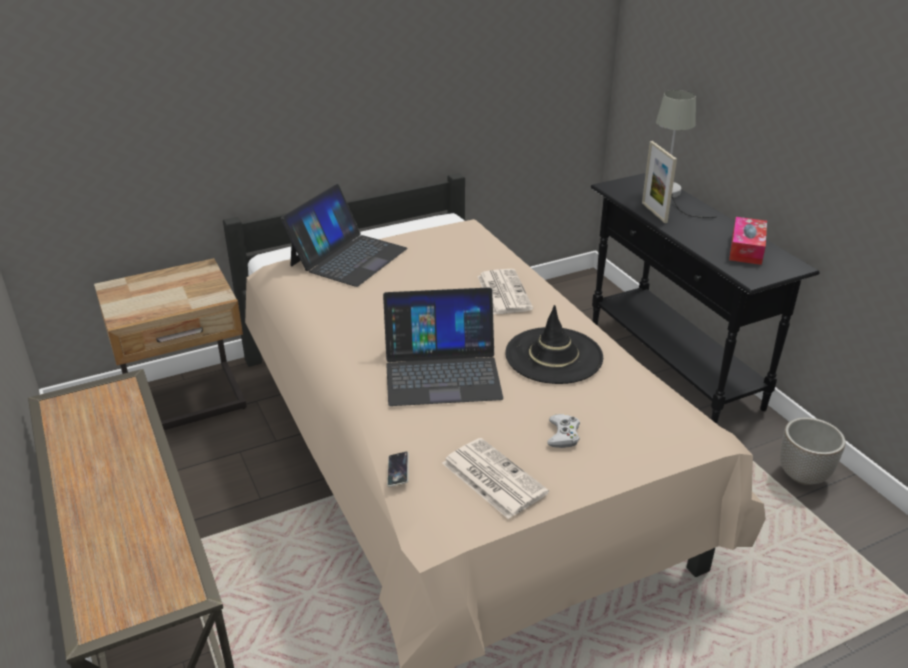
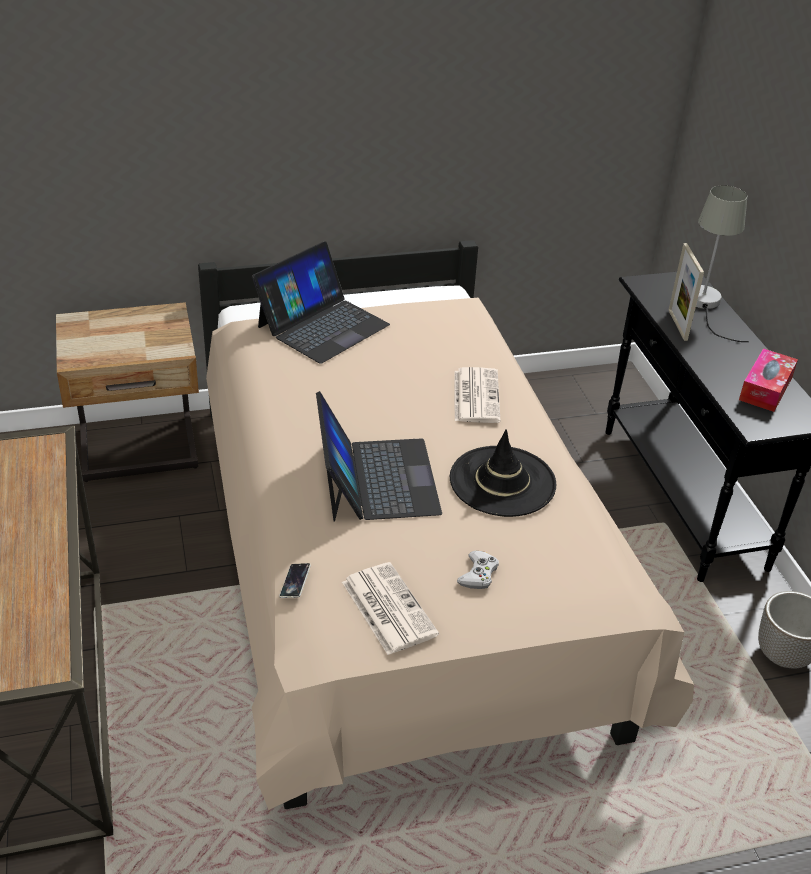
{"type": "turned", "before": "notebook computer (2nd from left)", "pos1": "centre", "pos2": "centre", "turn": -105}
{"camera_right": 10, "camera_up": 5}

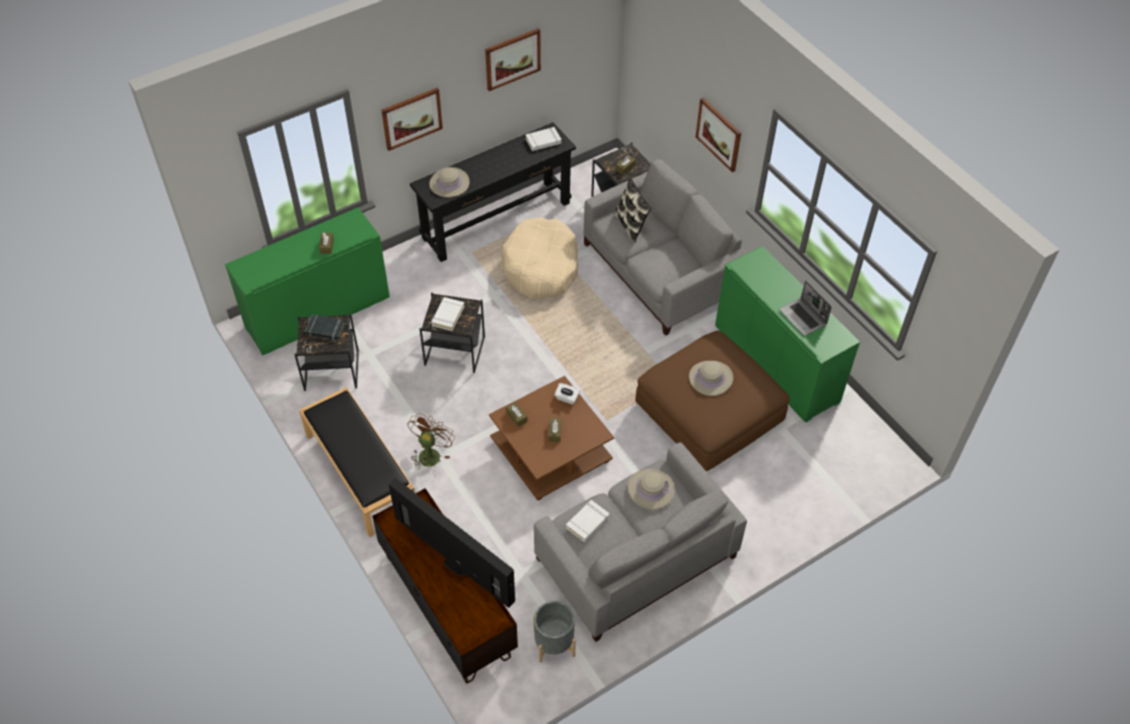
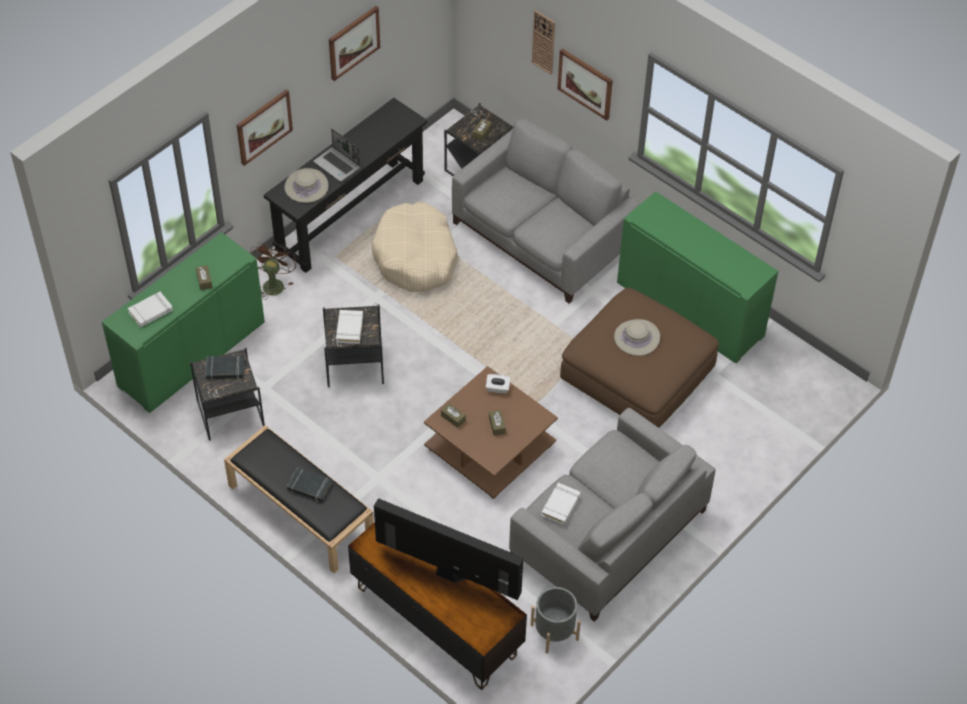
{"type": "moved", "before": "volume/whitish (2nd from left in the first image)", "after": "volume/whitish (1st from left)", "pos1": "top centre", "pos2": "middle left"}
{"type": "removed", "before": "pillow", "pos1": "top centre"}
{"type": "moved", "before": "notebook computer", "pos1": "middle right", "pos2": "top centre"}
{"type": "moved", "before": "electric fan/brown-coloured", "pos1": "centre", "pos2": "middle left"}
{"type": "removed", "before": "wearable hat/beige-coloured (2nd from left)", "pos1": "bottom centre"}
{"type": "added", "after": "clock on the wall", "pos2": "top centre"}
{"type": "added", "after": "volume/blackish (2nd from left)", "pos2": "bottom left"}
{"camera_right": -15, "camera_up": 0}

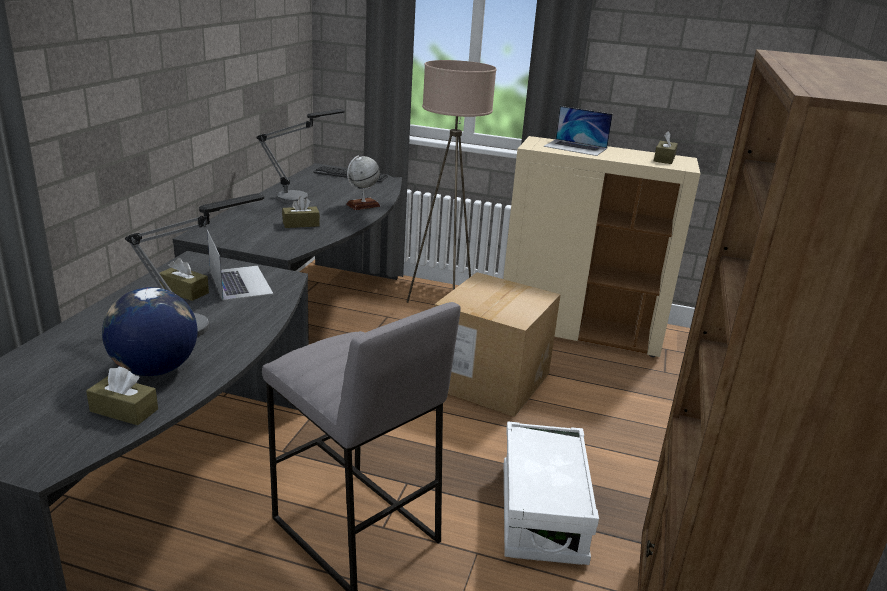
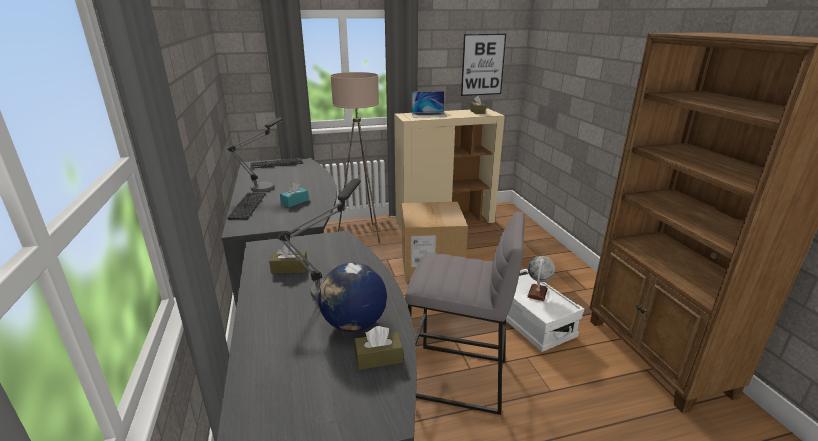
{"type": "moved", "before": "globe (2nd from left)", "pos1": "top centre", "pos2": "centre"}
{"type": "recoloured", "before": "tissue holder/brown-coloured (3rd from left)", "after": "tissue holder/turquoise", "pos1": "centre", "pos2": "centre"}
{"type": "removed", "before": "notebook computer (1st from left)", "pos1": "middle left"}
{"type": "added", "after": "wall art", "pos2": "top centre"}
{"type": "added", "after": "computer keyboard (1st from left)", "pos2": "middle left"}
{"camera_right": -30, "camera_up": 0}

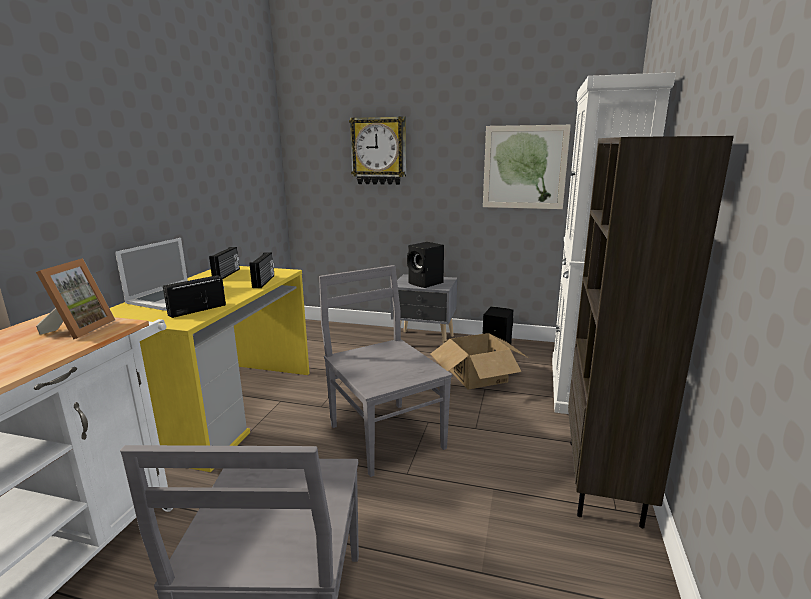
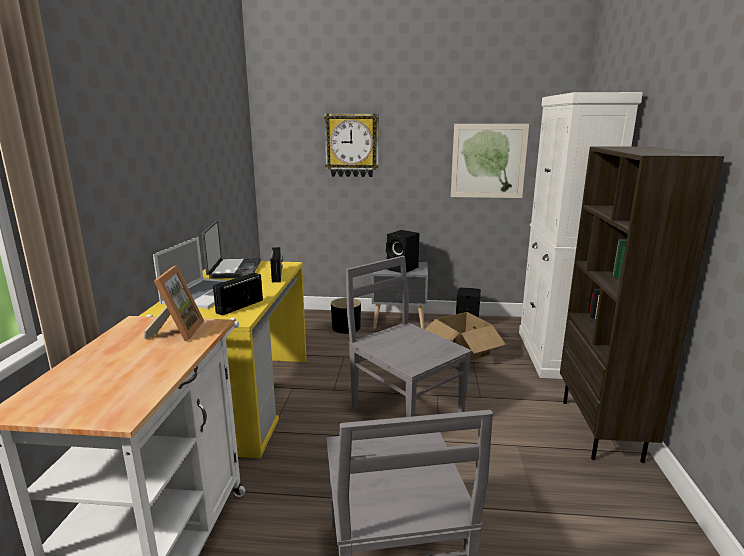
{"type": "replaced", "before": "radio (2nd from left)", "after": "notebook computer (2nd from left)", "pos1": "middle left", "pos2": "middle left"}
{"type": "added", "after": "planter/blackish", "pos2": "centre"}
{"camera_right": -10, "camera_up": 0}

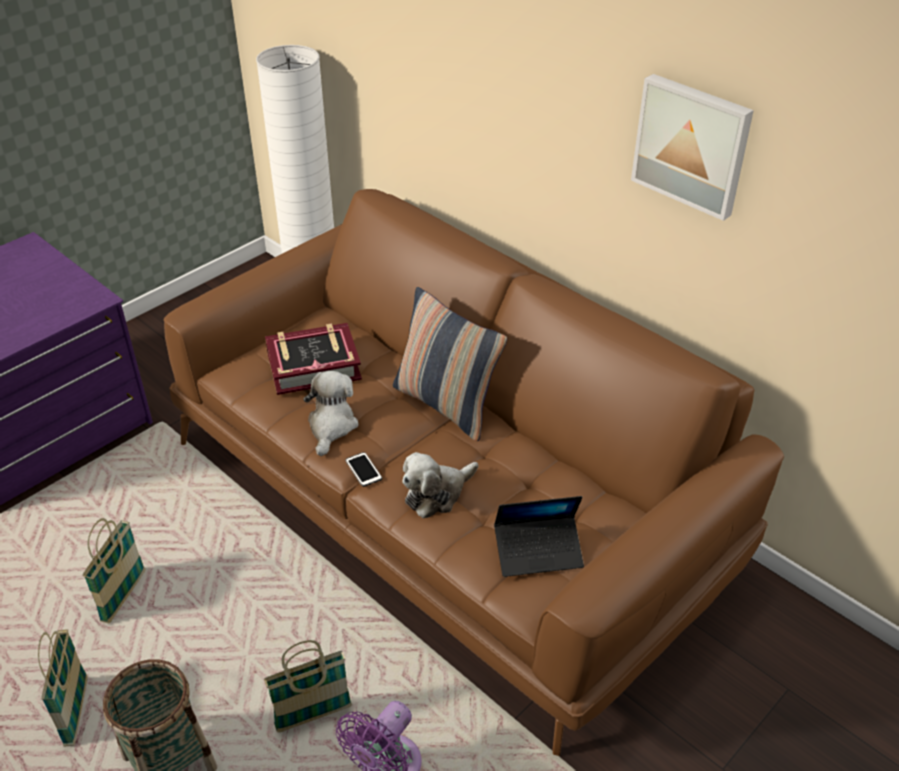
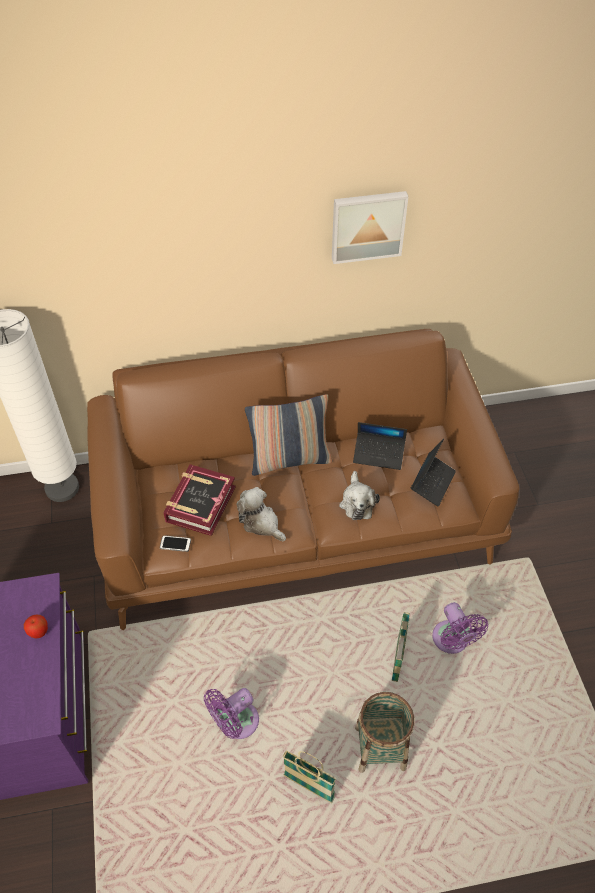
{"type": "moved", "before": "phone", "pos1": "centre", "pos2": "middle left"}
{"type": "replaced", "before": "household basket (2nd from left)", "after": "electric fan/purplish (1st from left)", "pos1": "bottom left", "pos2": "bottom centre"}
{"type": "added", "after": "notebook computer (1st from left)", "pos2": "centre"}
{"type": "added", "after": "apple", "pos2": "bottom left"}
{"camera_right": -55, "camera_up": 10}

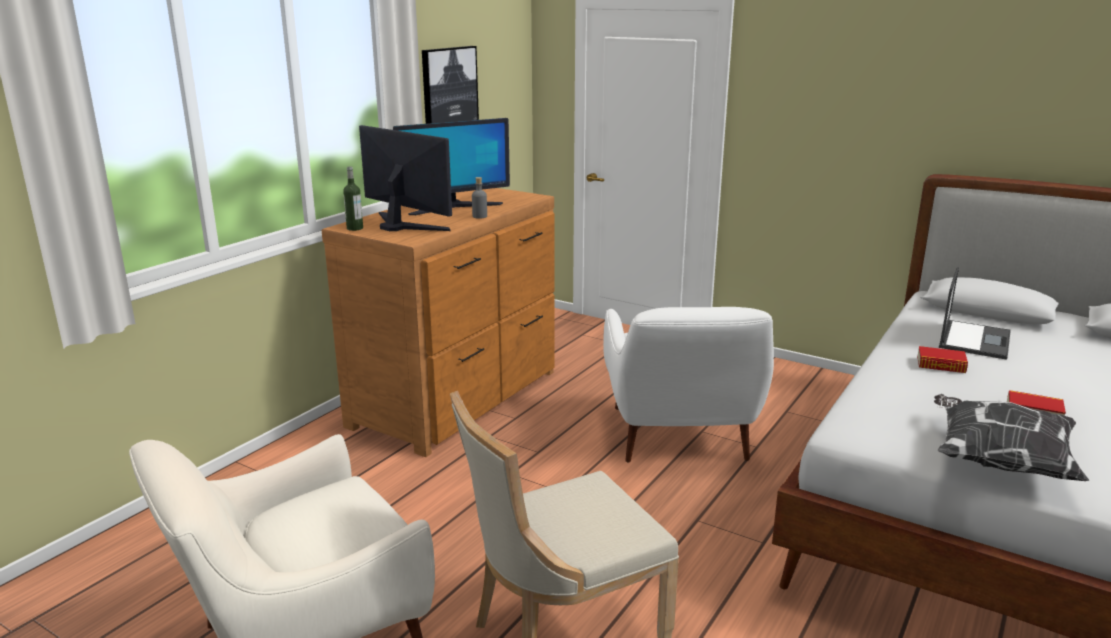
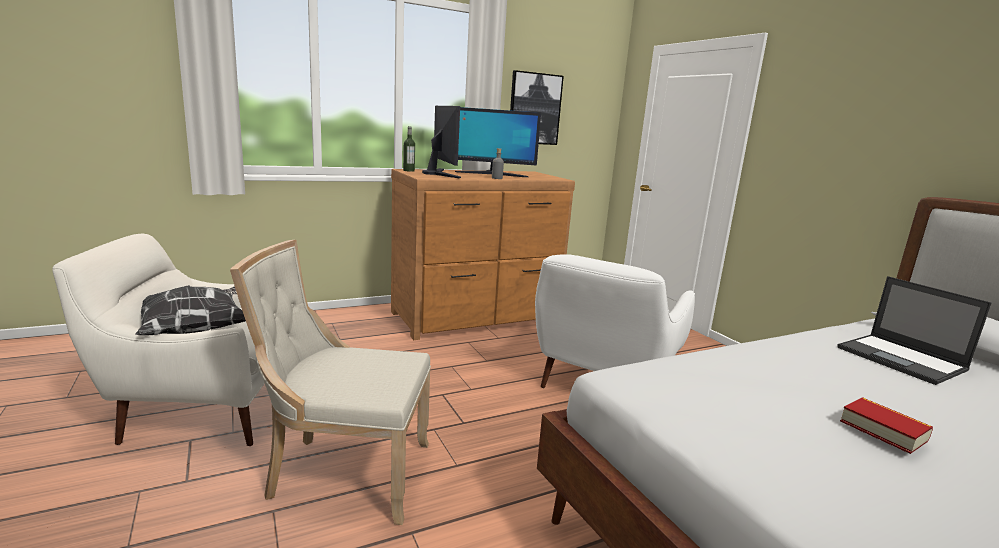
{"type": "turned", "before": "notebook computer", "pos1": "middle right", "pos2": "middle right", "turn": 90}
{"type": "removed", "before": "volume (1st from left)", "pos1": "middle right"}
{"type": "moved", "before": "pillow", "pos1": "bottom right", "pos2": "middle left"}
{"camera_right": 30, "camera_up": -5}

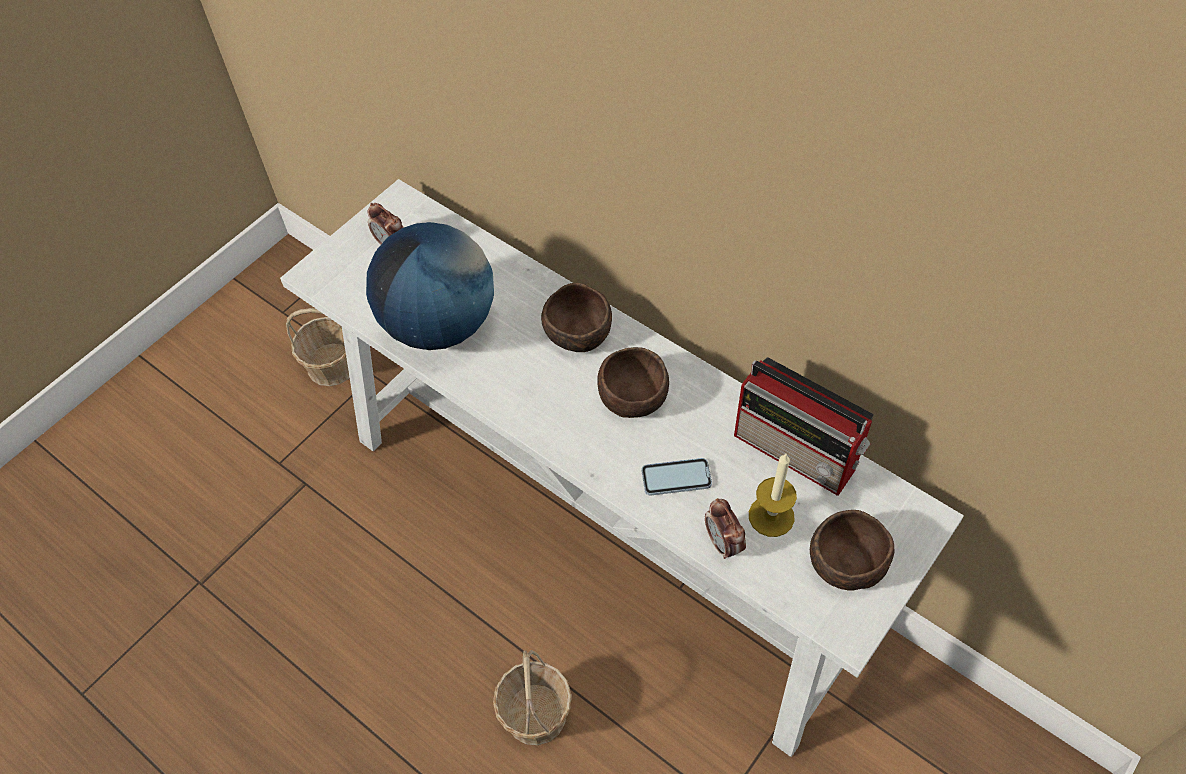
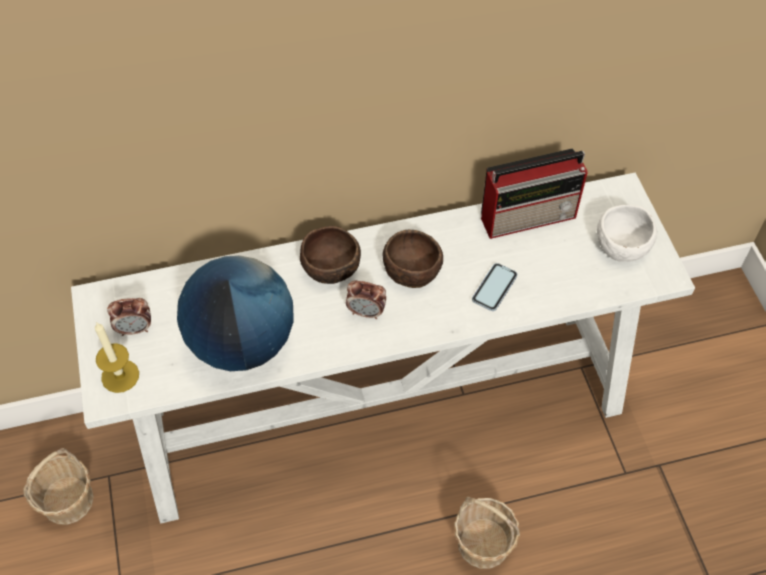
{"type": "moved", "before": "wax light", "pos1": "centre", "pos2": "middle left"}
{"type": "moved", "before": "bedside clock (2nd from left)", "pos1": "bottom centre", "pos2": "centre"}
{"type": "recoloured", "before": "serving bowl/brown-coloured (3rd from left)", "after": "serving bowl/whitish", "pos1": "bottom right", "pos2": "middle right"}
{"camera_right": -55, "camera_up": 0}

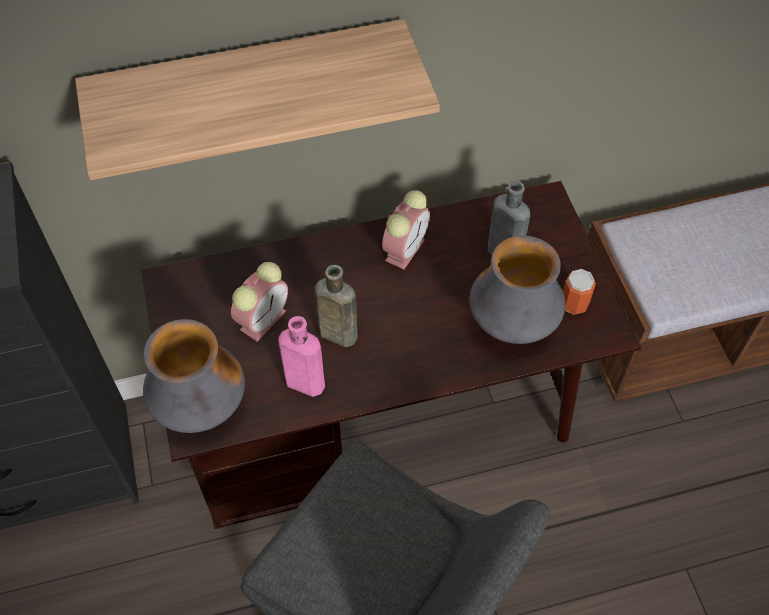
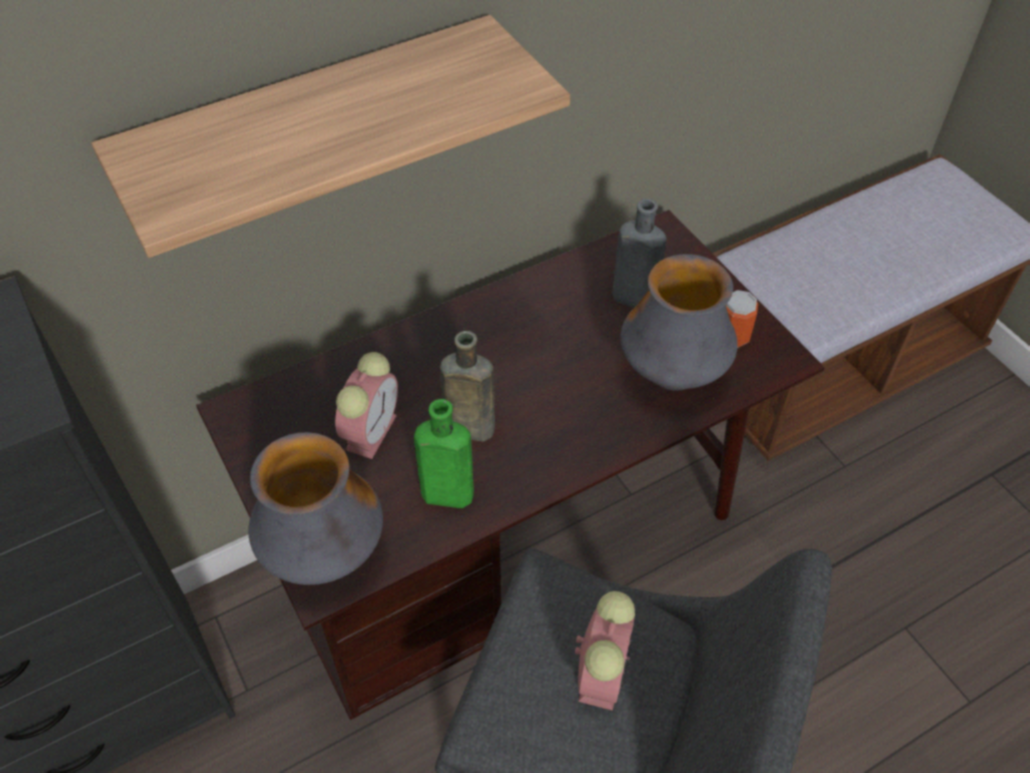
{"type": "moved", "before": "bedside clock (2nd from left)", "pos1": "centre", "pos2": "bottom centre"}
{"type": "recoloured", "before": "beverage bottle/pink-coloured", "after": "beverage bottle/greenish", "pos1": "centre", "pos2": "centre"}
{"camera_right": -15, "camera_up": -5}

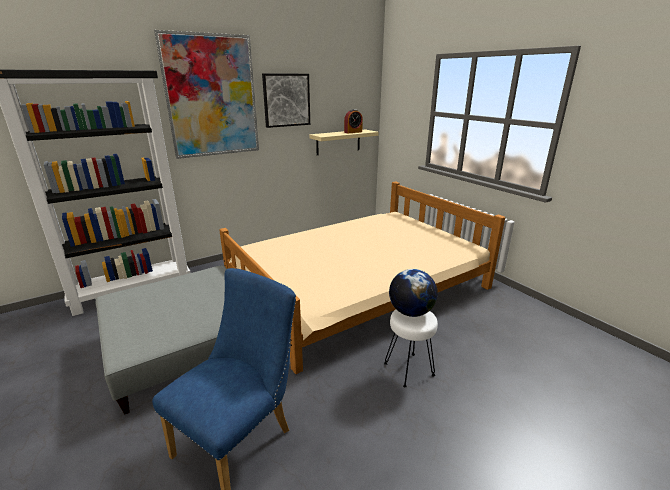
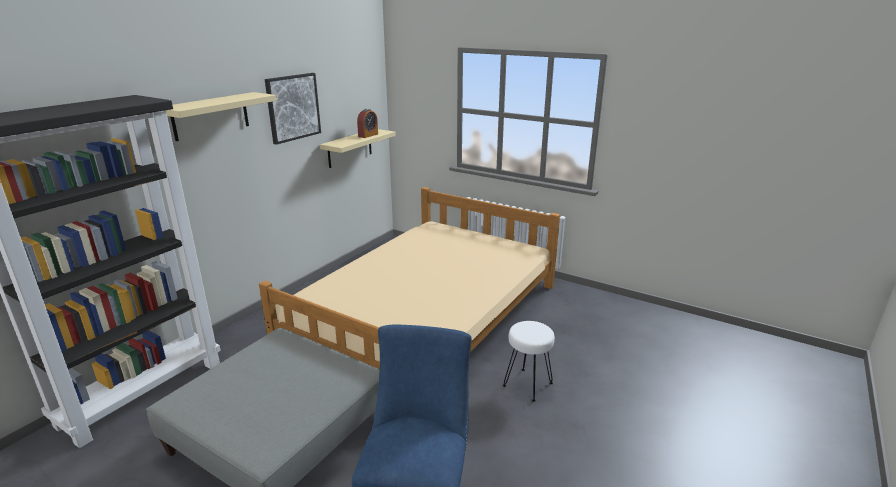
{"type": "replaced", "before": "wall art (1st from left)", "after": "wall shelf/beige-coloured (1st from left)", "pos1": "top left", "pos2": "top left"}
{"type": "removed", "before": "globe", "pos1": "centre"}
{"camera_right": -25, "camera_up": 0}

